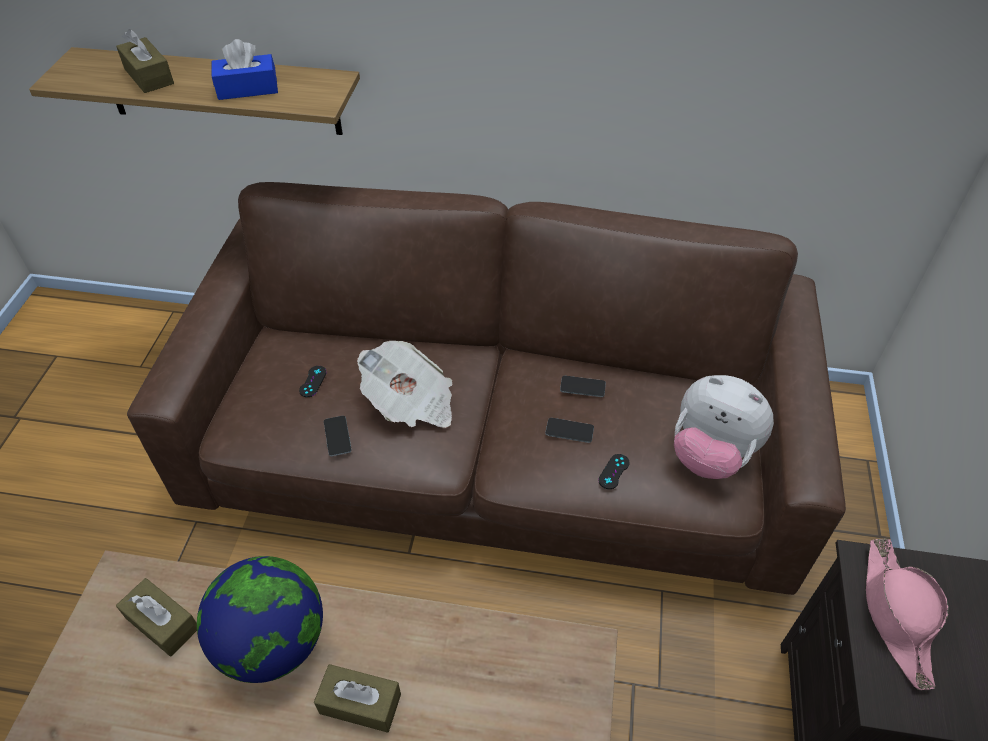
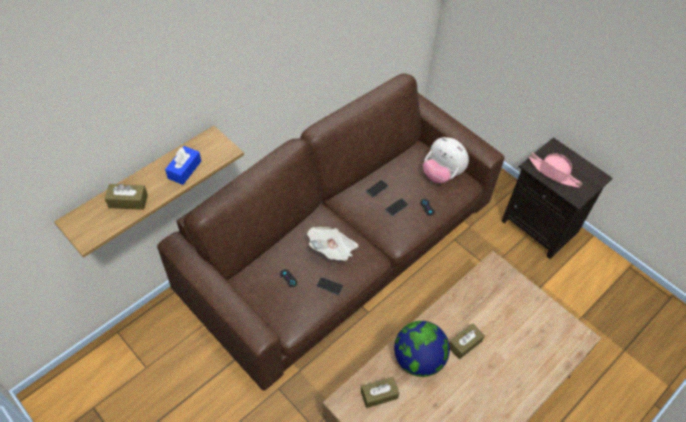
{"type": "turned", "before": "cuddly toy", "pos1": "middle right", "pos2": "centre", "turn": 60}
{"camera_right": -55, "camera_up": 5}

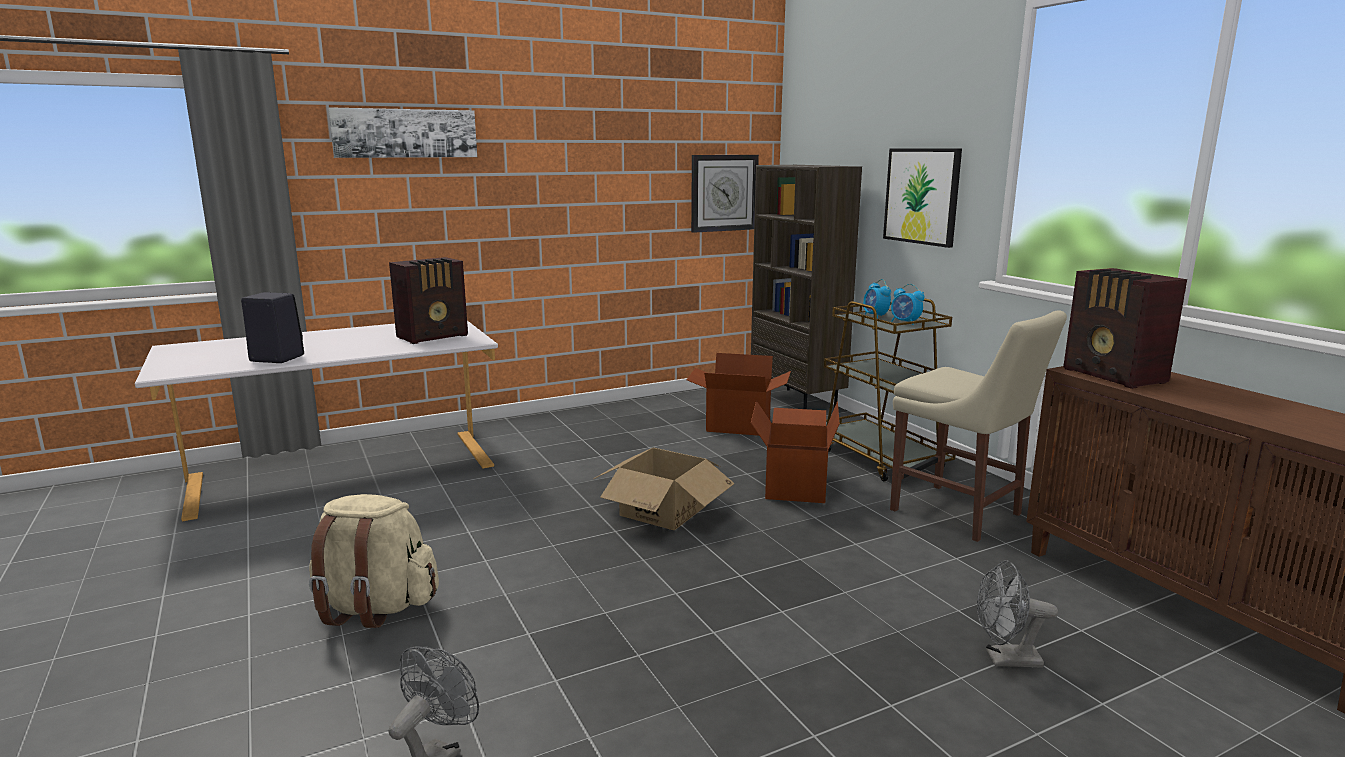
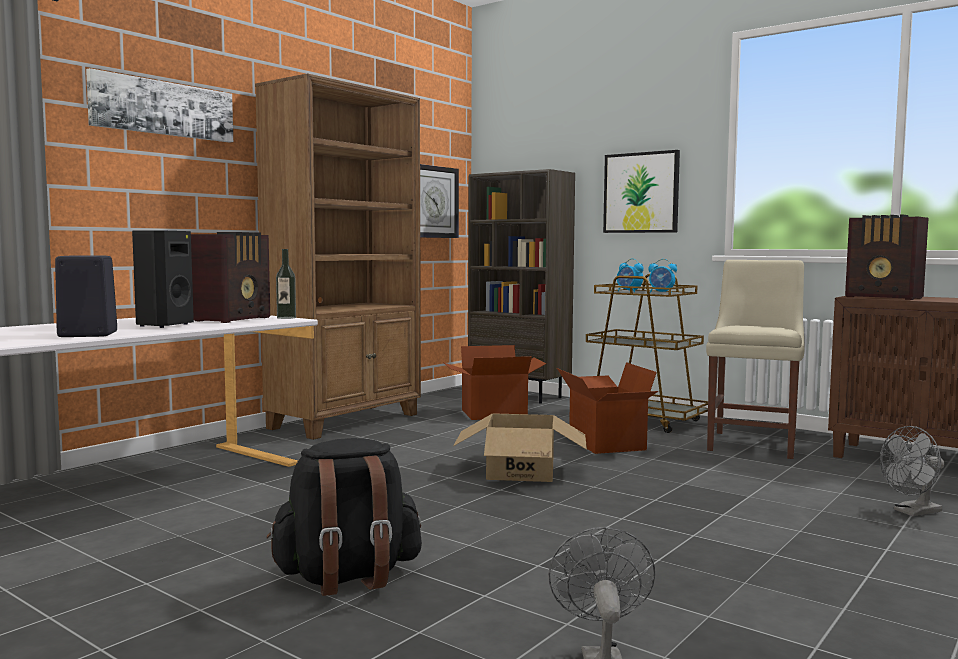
{"type": "turned", "before": "chair/beige-coloured", "pos1": "middle right", "pos2": "middle right", "turn": -90}
{"type": "recoloured", "before": "backpack/beige-coloured", "after": "backpack/blackish", "pos1": "bottom left", "pos2": "bottom centre"}
{"type": "added", "after": "shelving unit/brown-coloured (1st from left)", "pos2": "centre"}
{"type": "added", "after": "audio speaker/blackish (2nd from left)", "pos2": "middle left"}
{"type": "added", "after": "beverage bottle", "pos2": "middle left"}
{"camera_right": -25, "camera_up": -10}

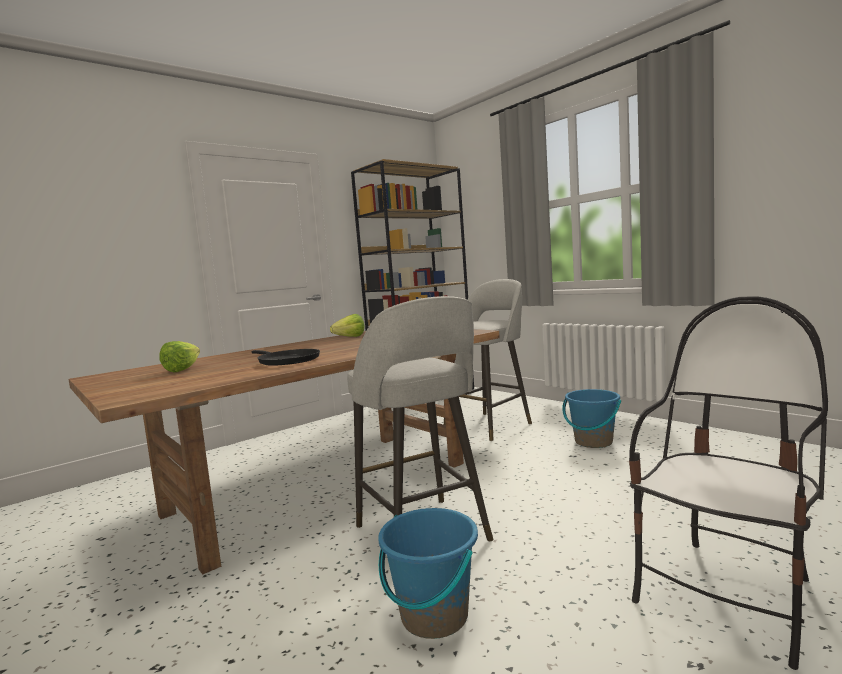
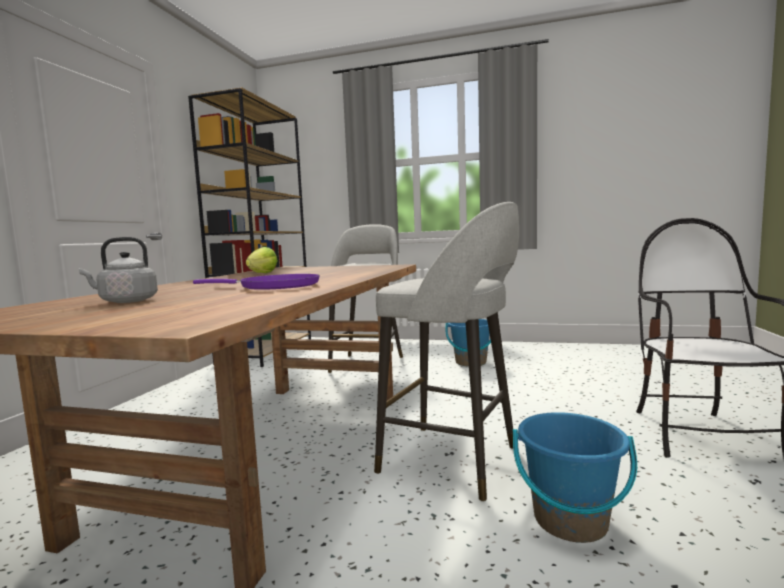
{"type": "replaced", "before": "head of lettuce (1st from left)", "after": "kettle/greyish", "pos1": "middle left", "pos2": "middle left"}
{"type": "recoloured", "before": "pan/blackish", "after": "pan/purplish", "pos1": "centre", "pos2": "middle left"}
{"camera_right": -35, "camera_up": 0}

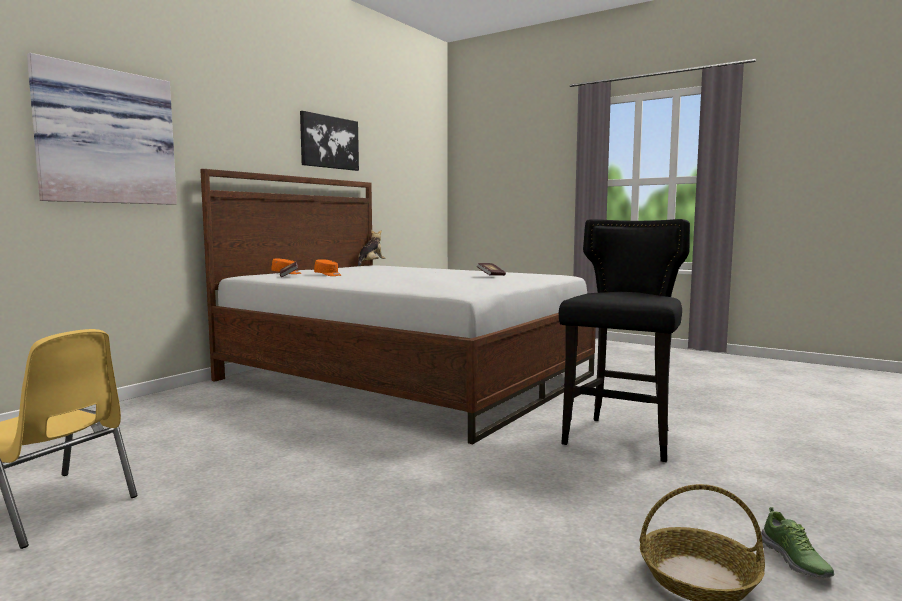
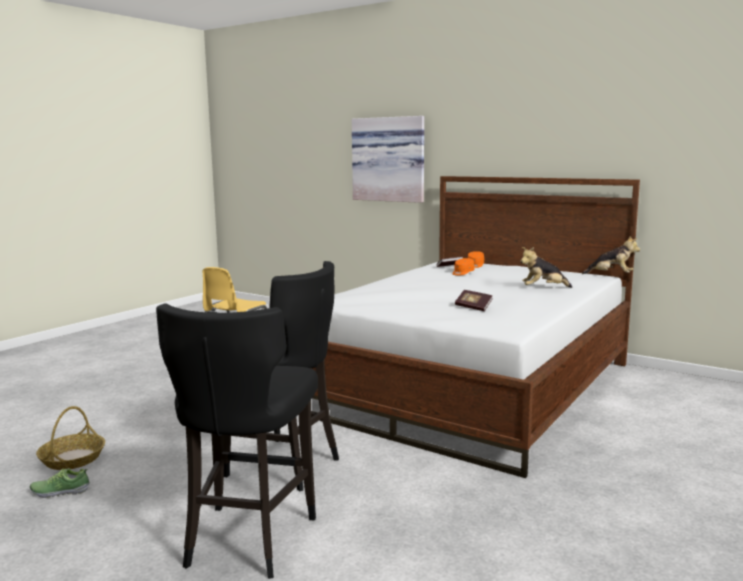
{"type": "removed", "before": "wall art (2nd from left)", "pos1": "top centre"}
{"type": "added", "after": "cuddly toy (1st from left)", "pos2": "middle right"}
{"type": "added", "after": "sitting stool/blackish (1st from left)", "pos2": "bottom left"}
{"camera_right": 90, "camera_up": 5}

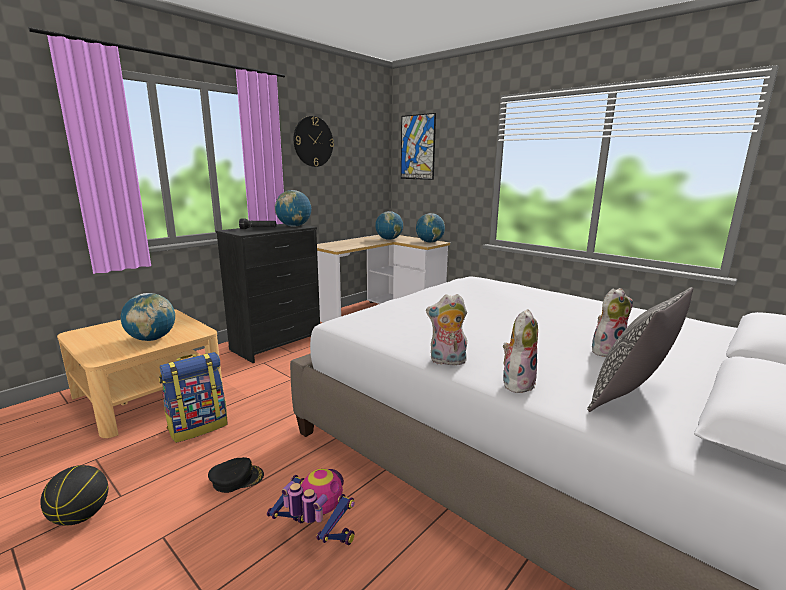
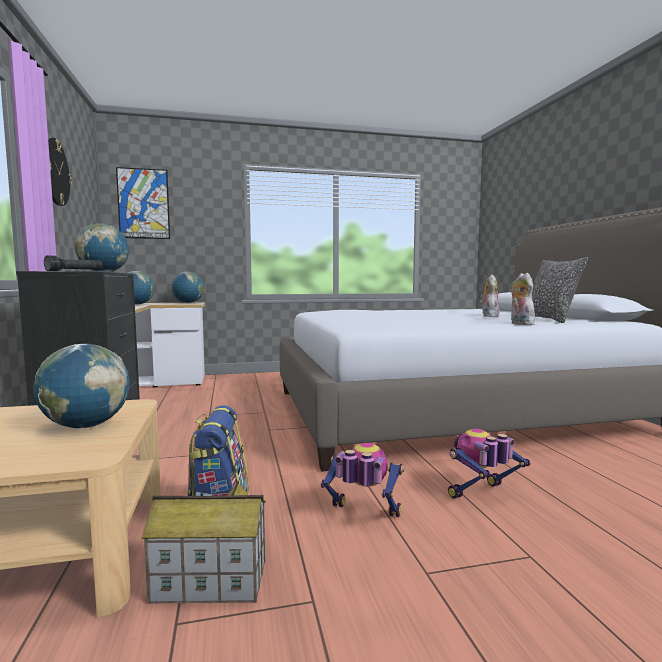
{"type": "removed", "before": "cuddly toy (1st from left)", "pos1": "centre"}
{"type": "replaced", "before": "peaked cap/blackish", "after": "model robot (1st from left)", "pos1": "bottom left", "pos2": "bottom centre"}
{"type": "removed", "before": "basketball", "pos1": "bottom left"}
{"type": "added", "after": "miniature house", "pos2": "bottom left"}
{"camera_right": -55, "camera_up": -10}

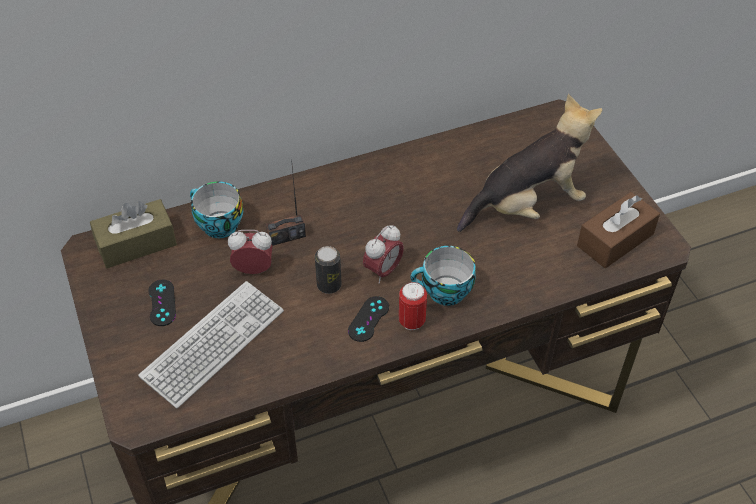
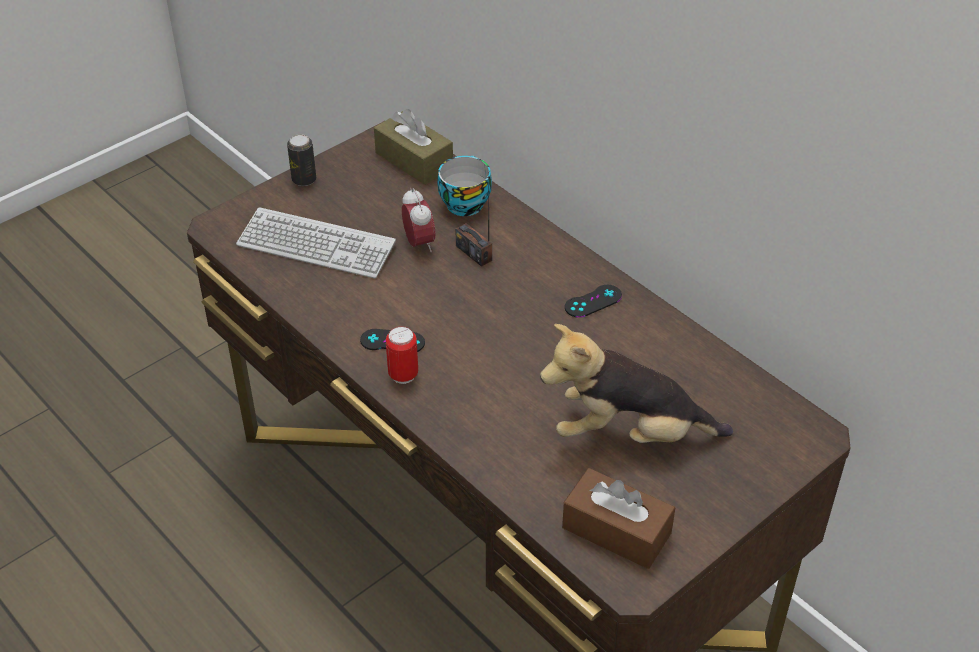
{"type": "turned", "before": "cuddly toy", "pos1": "top right", "pos2": "centre", "turn": 135}
{"type": "removed", "before": "bedside clock (2nd from left)", "pos1": "centre"}
{"type": "moved", "before": "metal can (1st from left)", "pos1": "centre", "pos2": "top left"}
{"type": "removed", "before": "cup (2nd from left)", "pos1": "centre"}
{"type": "moved", "before": "gamepad/blackish (1st from left in the first image)", "after": "gamepad/blackish (2nd from left)", "pos1": "middle left", "pos2": "centre"}
{"camera_right": 70, "camera_up": -5}

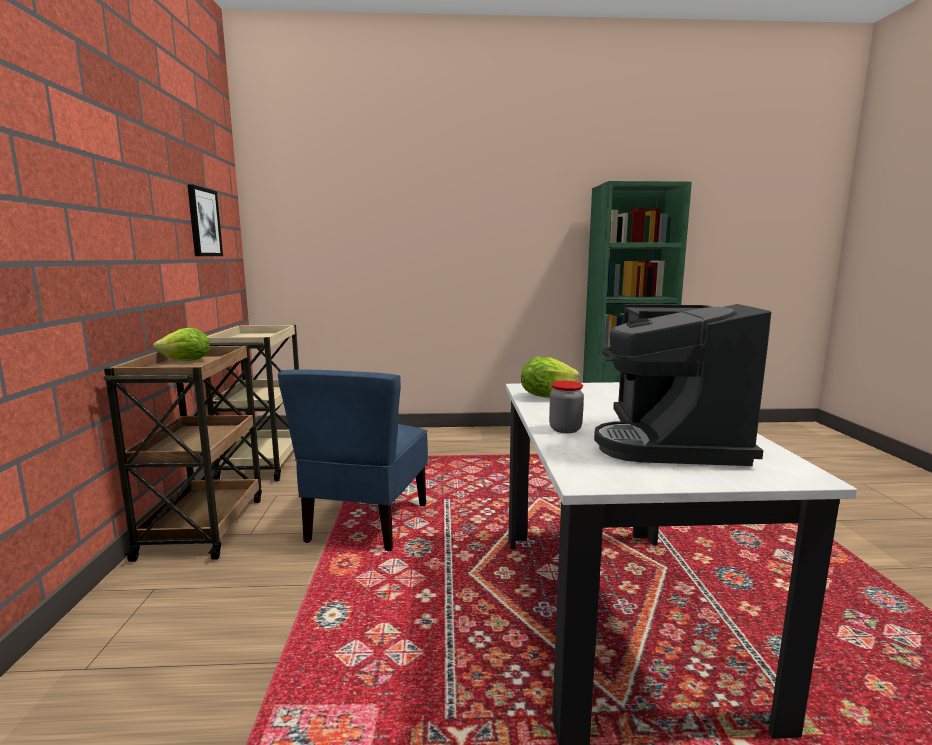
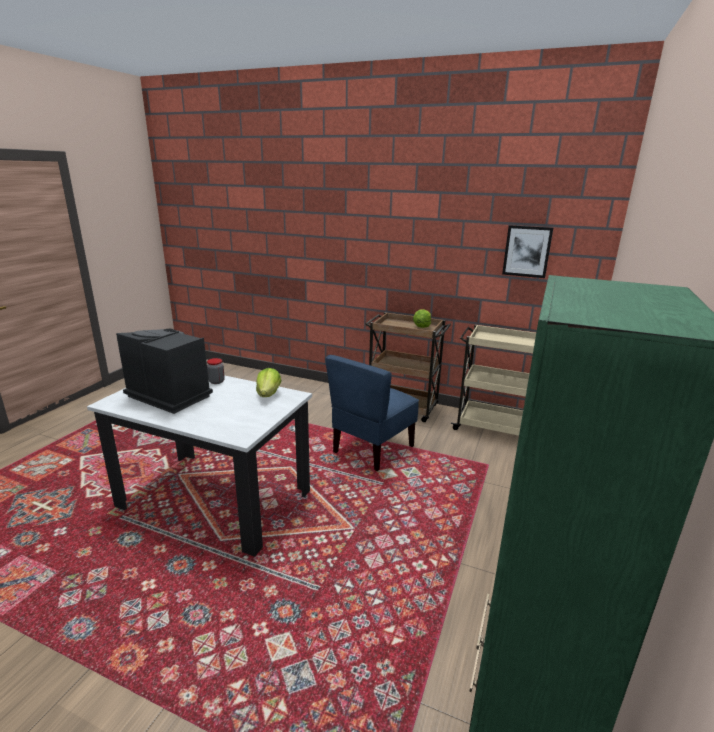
{"type": "turned", "before": "chair/blue-coloured", "pos1": "centre", "pos2": "centre", "turn": -90}
{"camera_right": 115, "camera_up": 10}

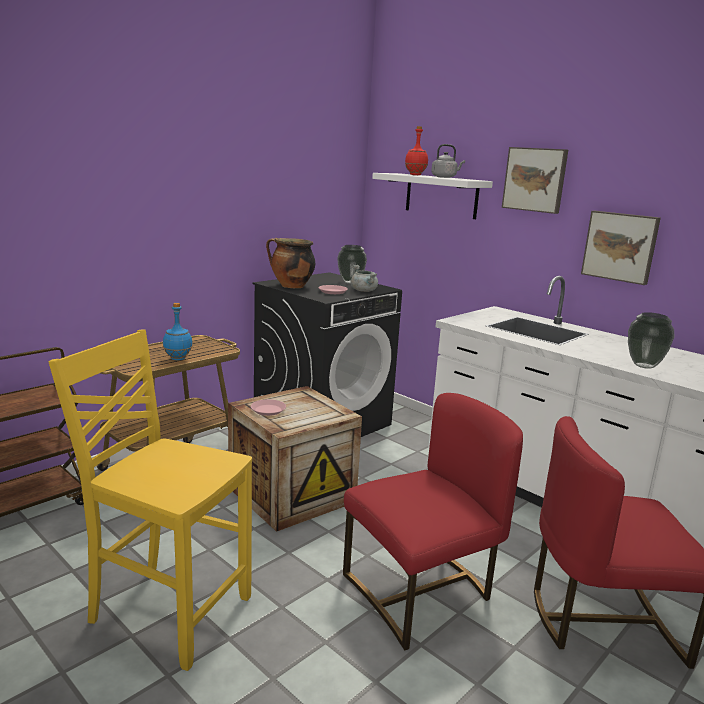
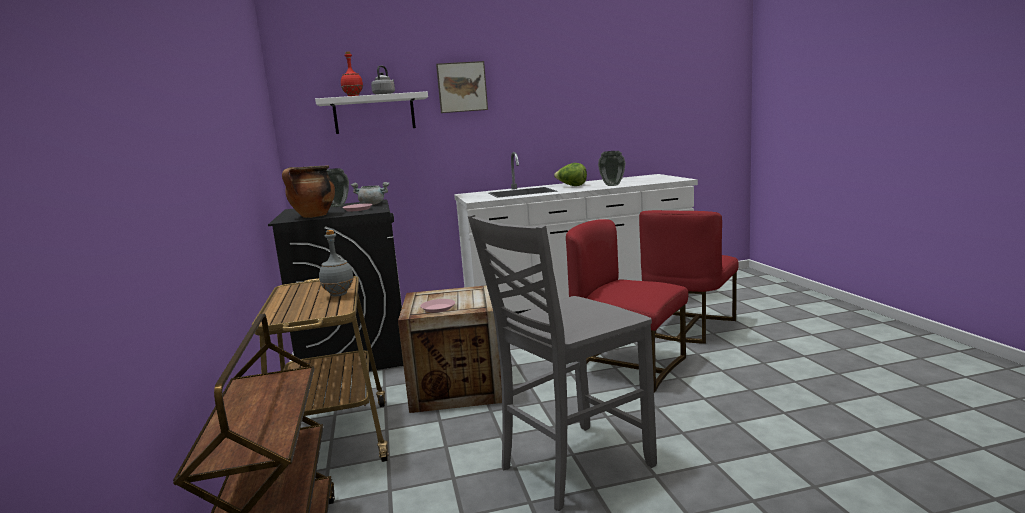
{"type": "removed", "before": "wall art (2nd from left)", "pos1": "middle right"}
{"type": "recoloured", "before": "beverage bottle/blue-coloured", "after": "beverage bottle/greyish", "pos1": "middle left", "pos2": "middle left"}
{"type": "recoloured", "before": "chair/yellowish", "after": "chair/greyish", "pos1": "bottom left", "pos2": "bottom centre"}
{"type": "turned", "before": "chair/red (1st from left)", "pos1": "bottom centre", "pos2": "centre", "turn": -60}
{"type": "added", "after": "head of lettuce", "pos2": "centre"}
{"camera_right": -55, "camera_up": -5}

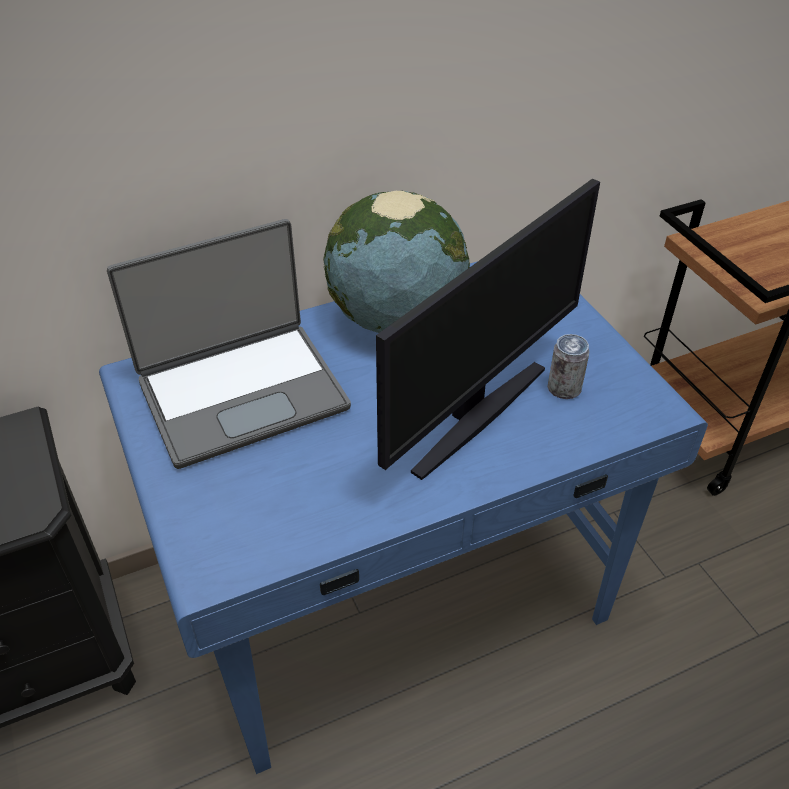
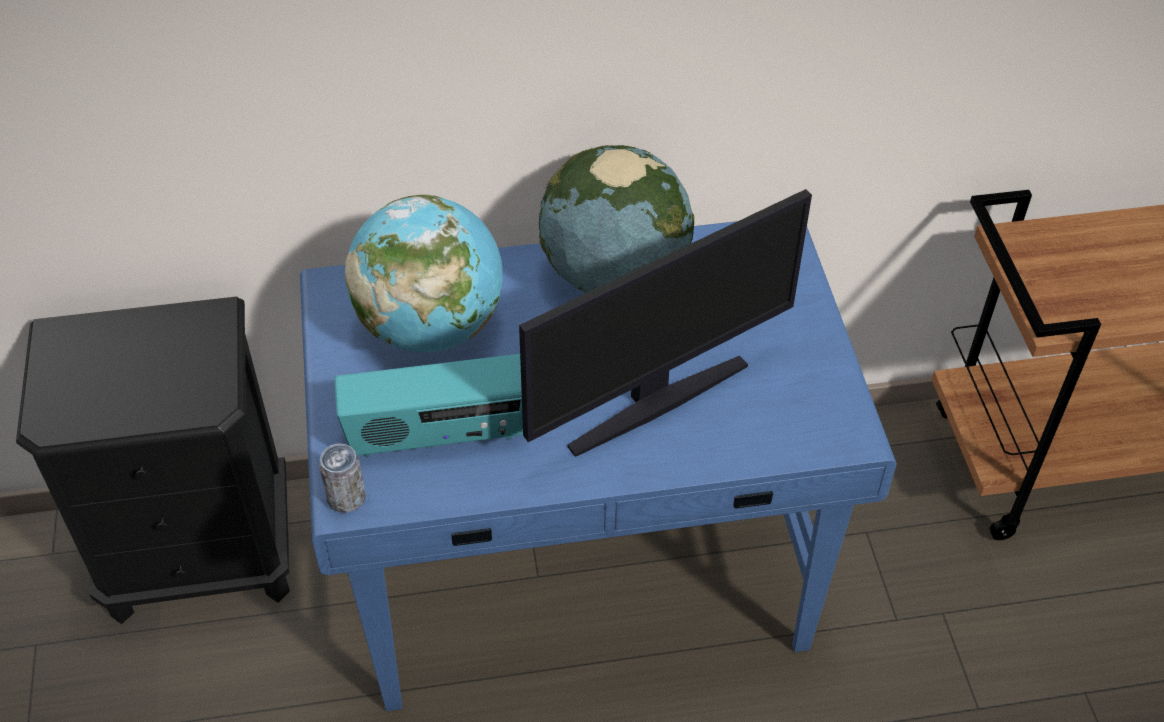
{"type": "replaced", "before": "notebook computer", "after": "globe (1st from left)", "pos1": "middle left", "pos2": "centre"}
{"type": "moved", "before": "metal can", "pos1": "middle right", "pos2": "middle left"}
{"type": "added", "after": "radio", "pos2": "centre"}
{"camera_right": 15, "camera_up": 5}

